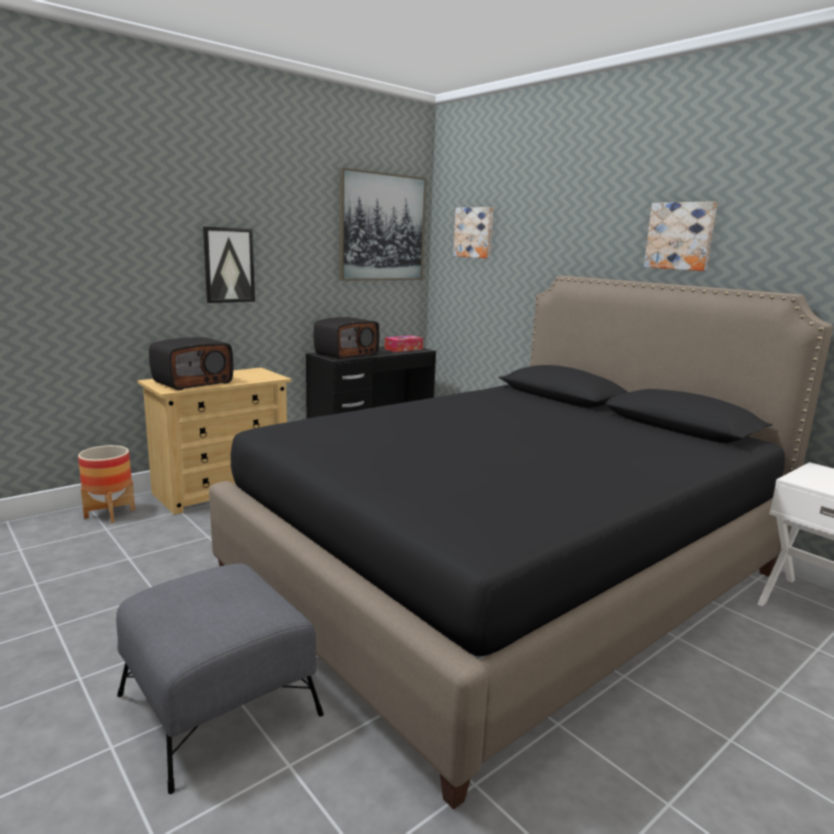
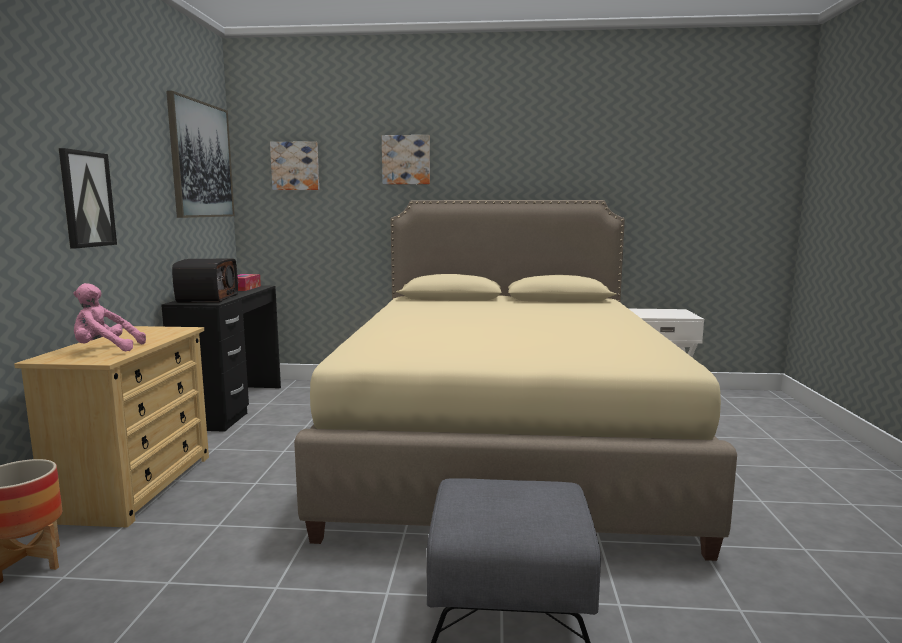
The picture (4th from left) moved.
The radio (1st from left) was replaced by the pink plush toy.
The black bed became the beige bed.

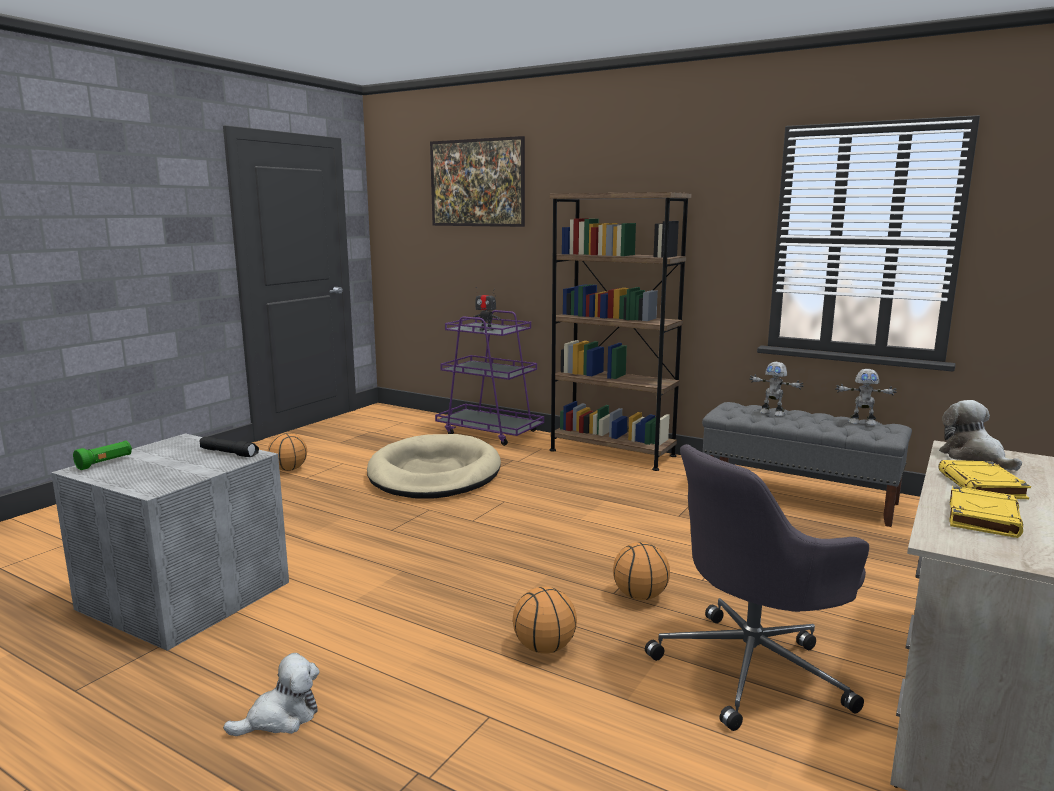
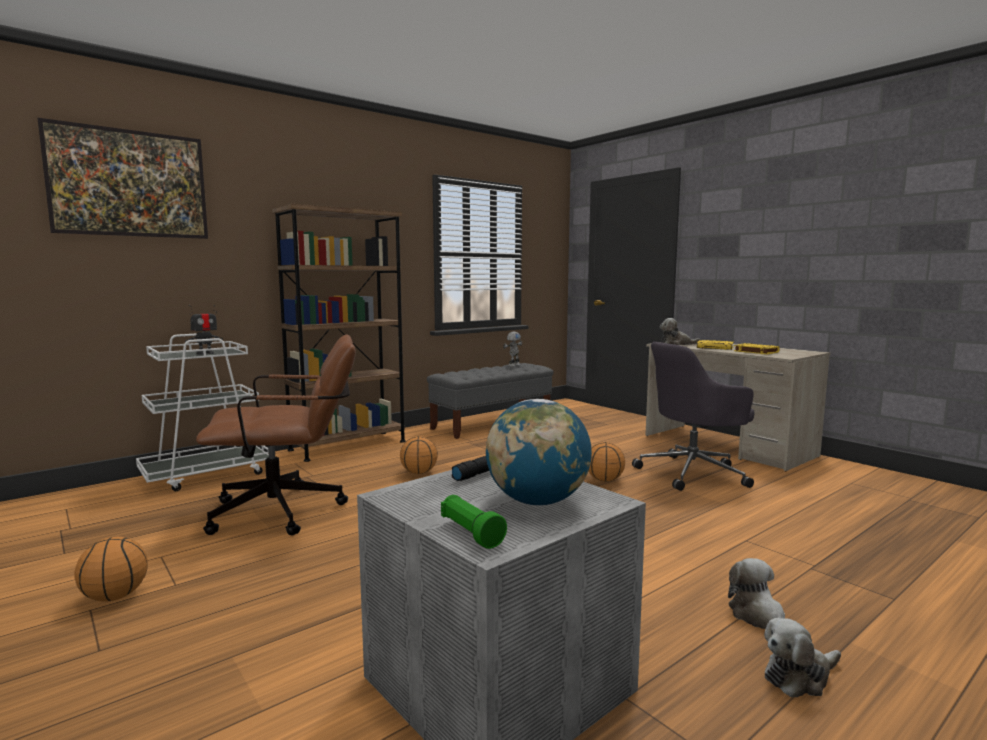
The toy robot (2nd from left) disappeared.
The globe appeared.
The plush toy (3rd from left) appeared.
The basketball (2nd from left) moved.
The beige dog bed was replaced by the brown office chair.
The purple cart became the white cart.
The grey office chair turned 75 degrees clockwise.

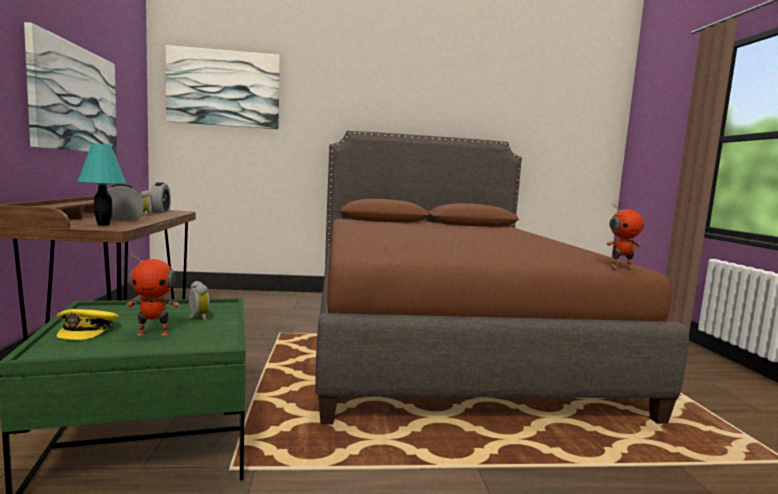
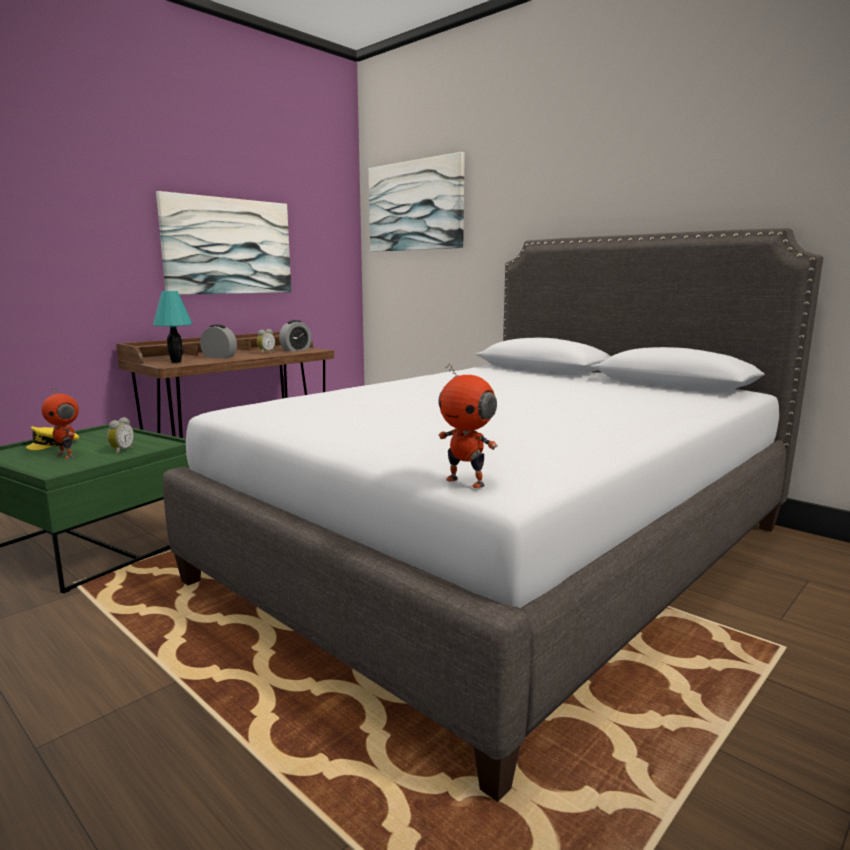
The brown bed became the grey bed.

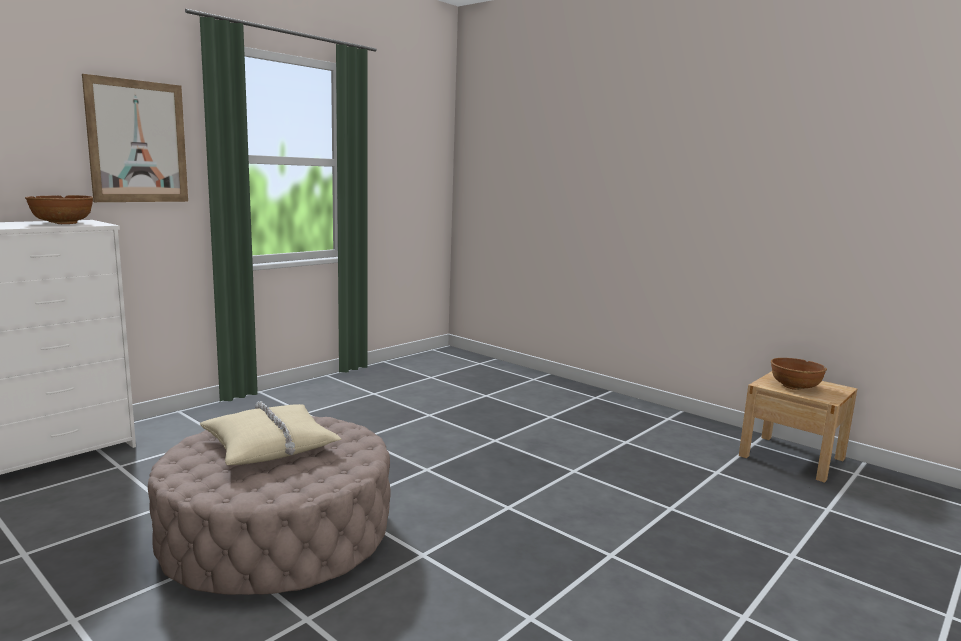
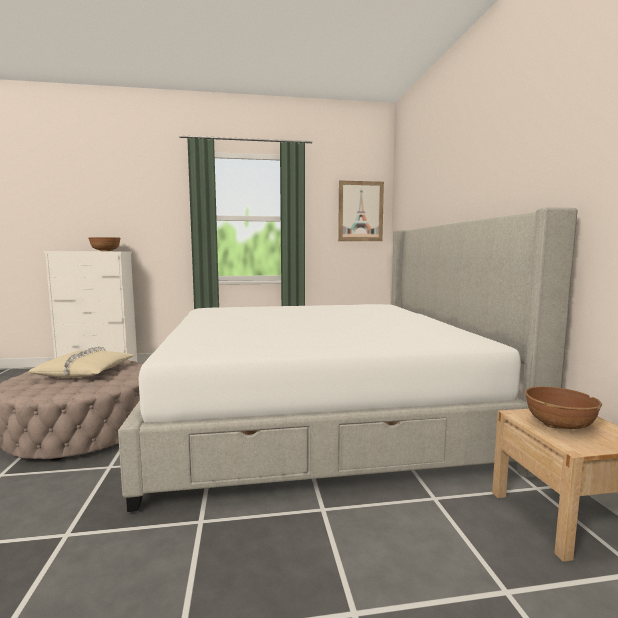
The bed appeared.
The picture moved.

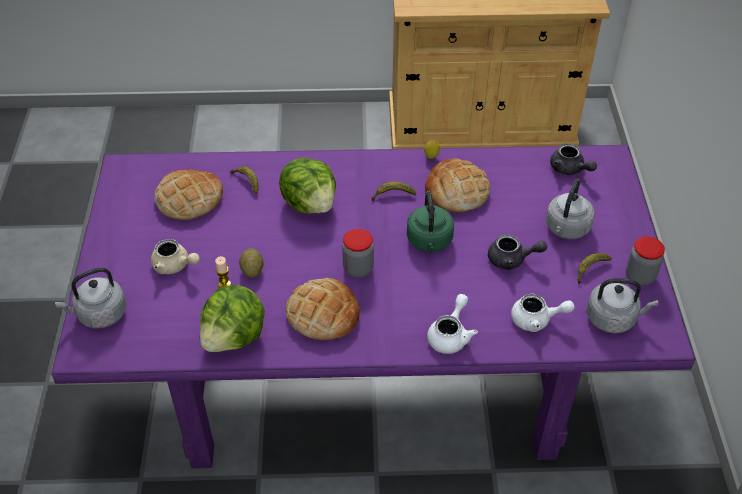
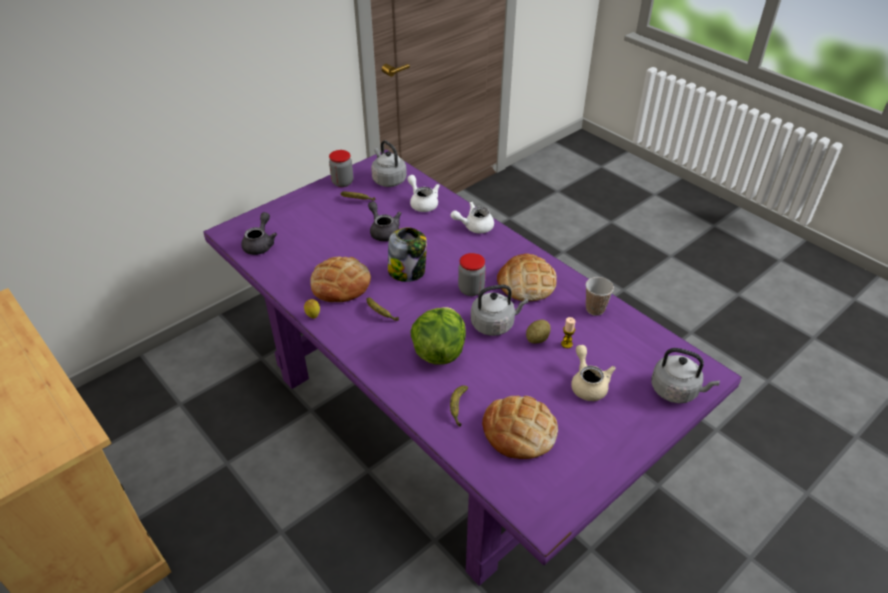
The grey kettle (2nd from left) moved.
The lettuce (1st from left) was replaced by the cup.
The green kettle was replaced by the jar (2nd from left).

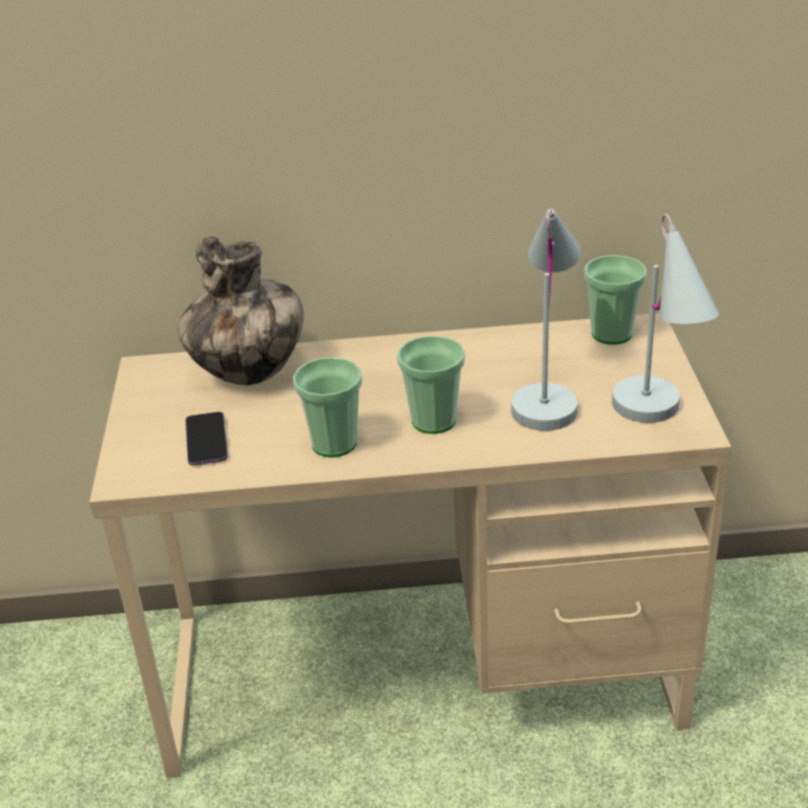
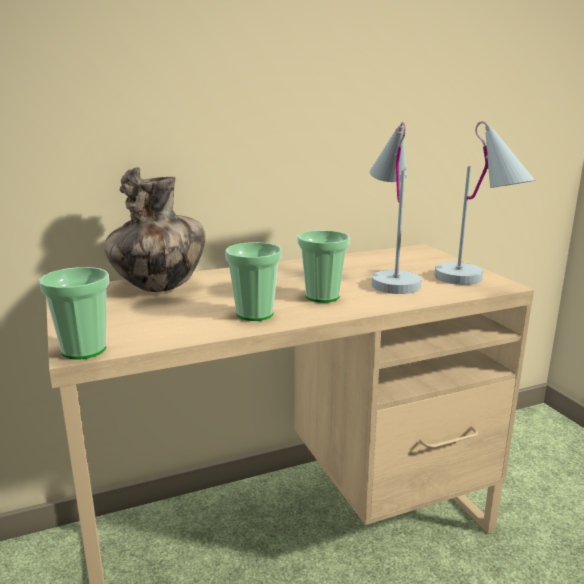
The phone disappeared.
The cup (3rd from left in the first image) moved.

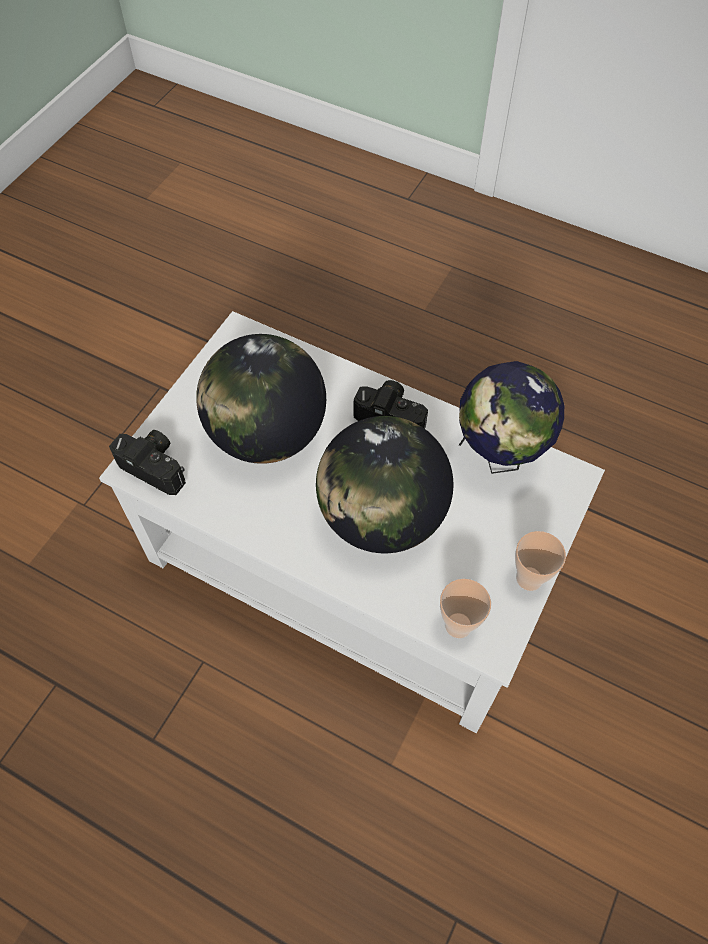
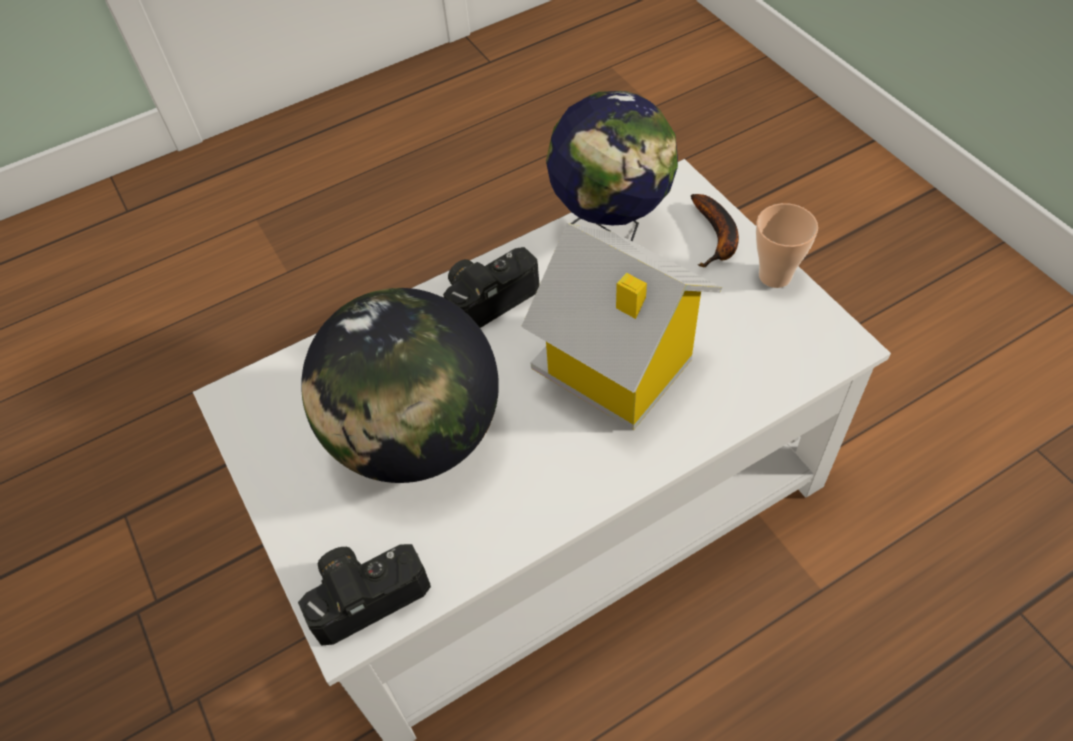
The cup (1st from left) disappeared.
The banana appeared.
The globe (2nd from left) was replaced by the toy house.

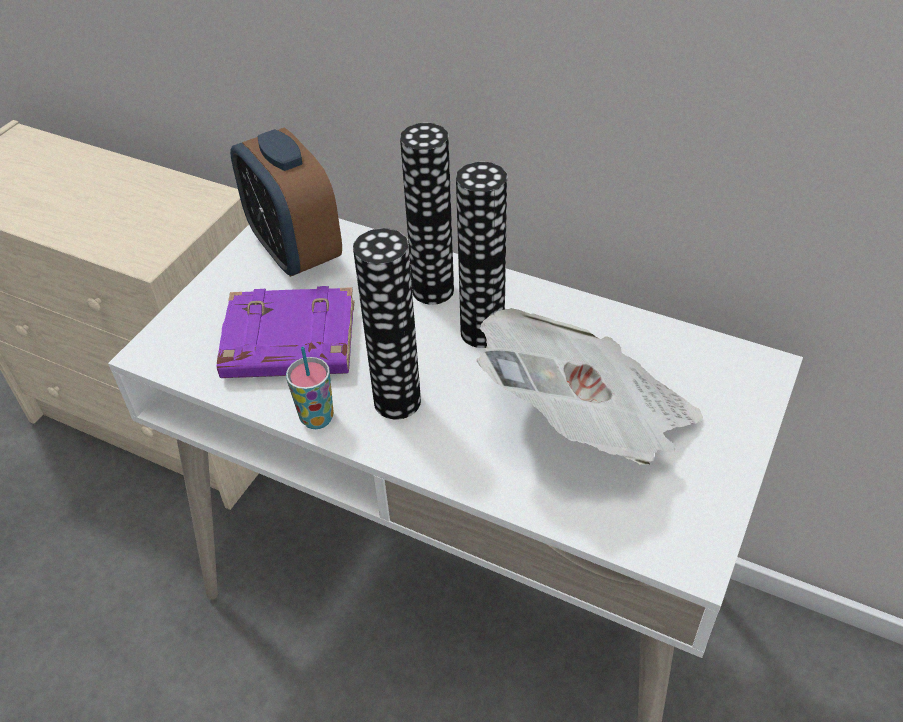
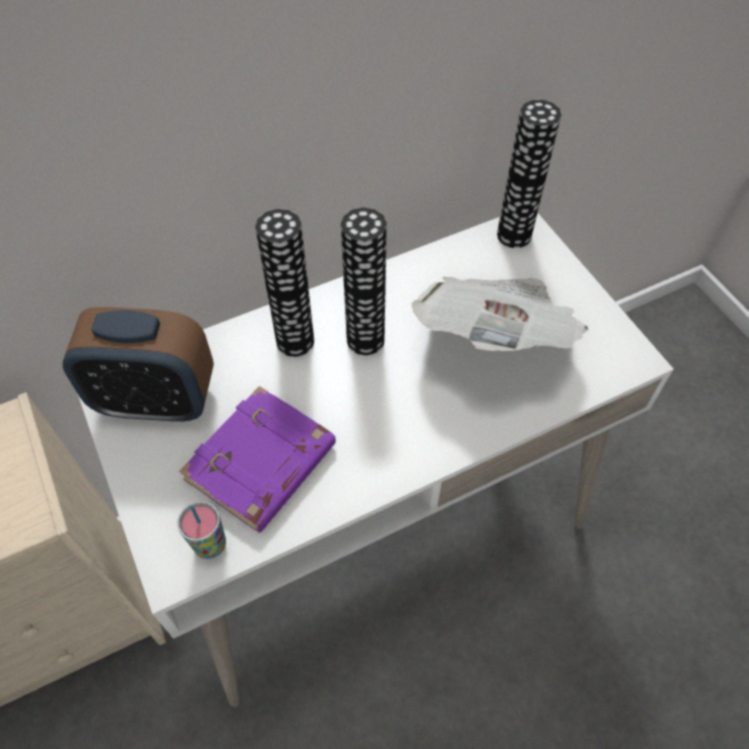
The cup moved.
The vase (1st from left in the first image) moved.

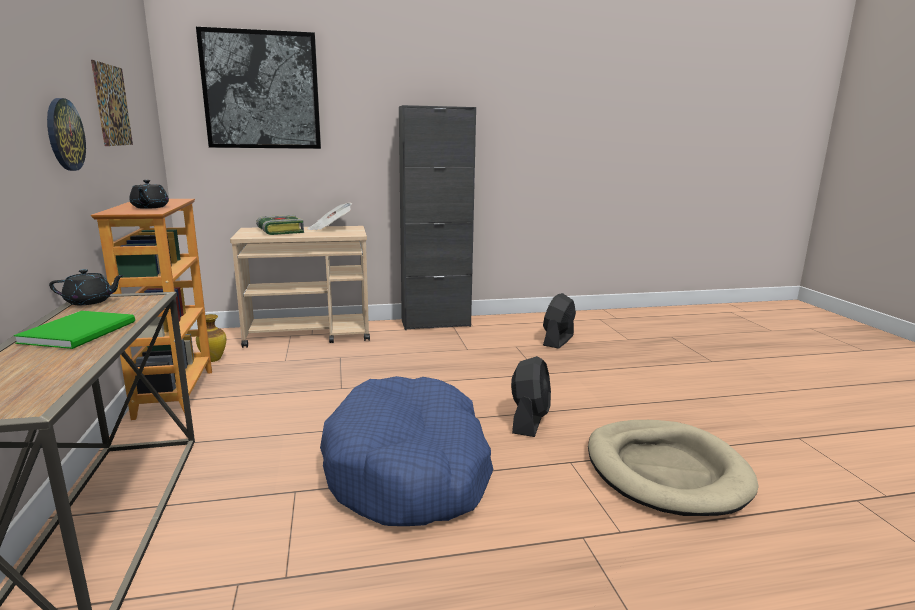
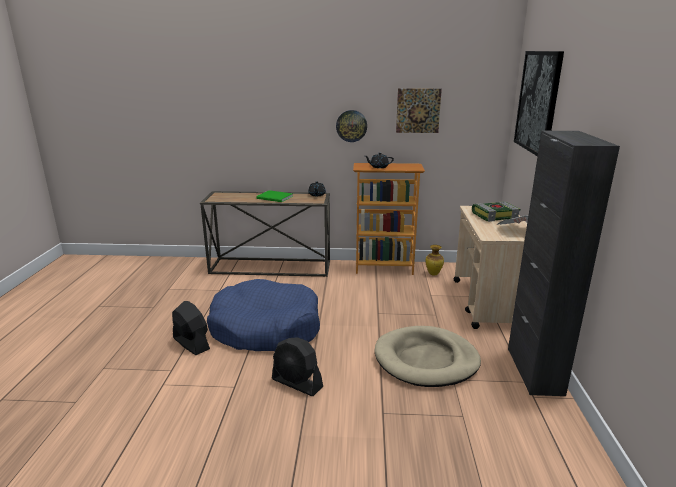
The black fan (2nd from left in the first image) moved.
The beige dog bed moved.

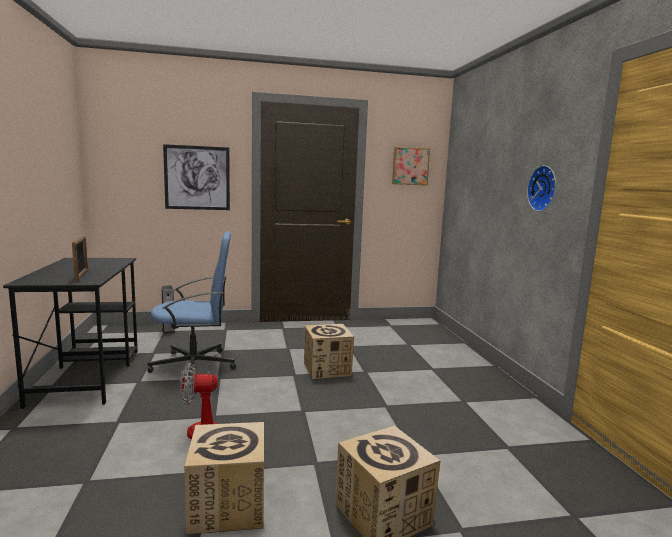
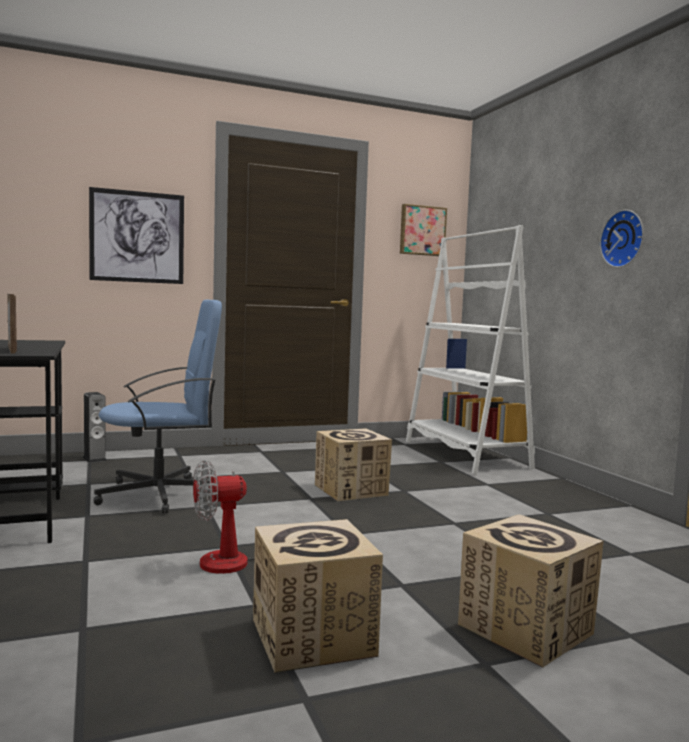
The white bookcase appeared.

